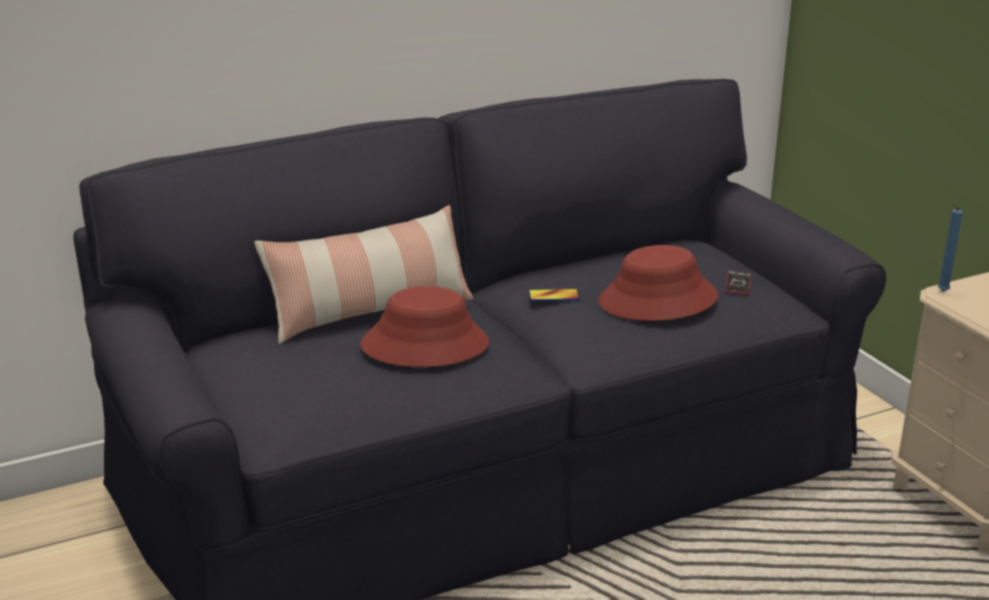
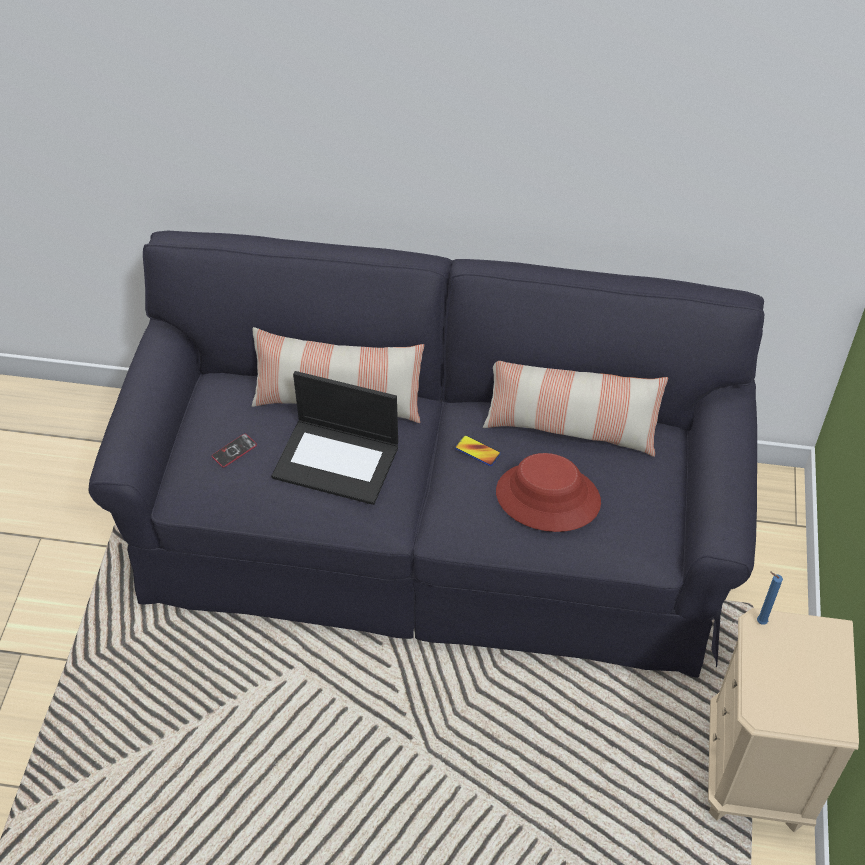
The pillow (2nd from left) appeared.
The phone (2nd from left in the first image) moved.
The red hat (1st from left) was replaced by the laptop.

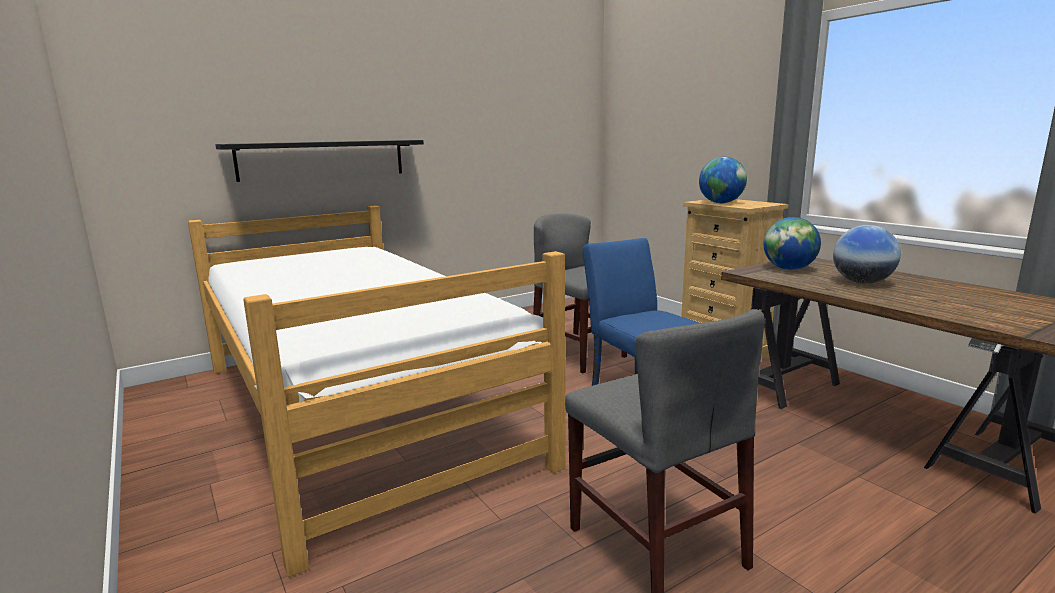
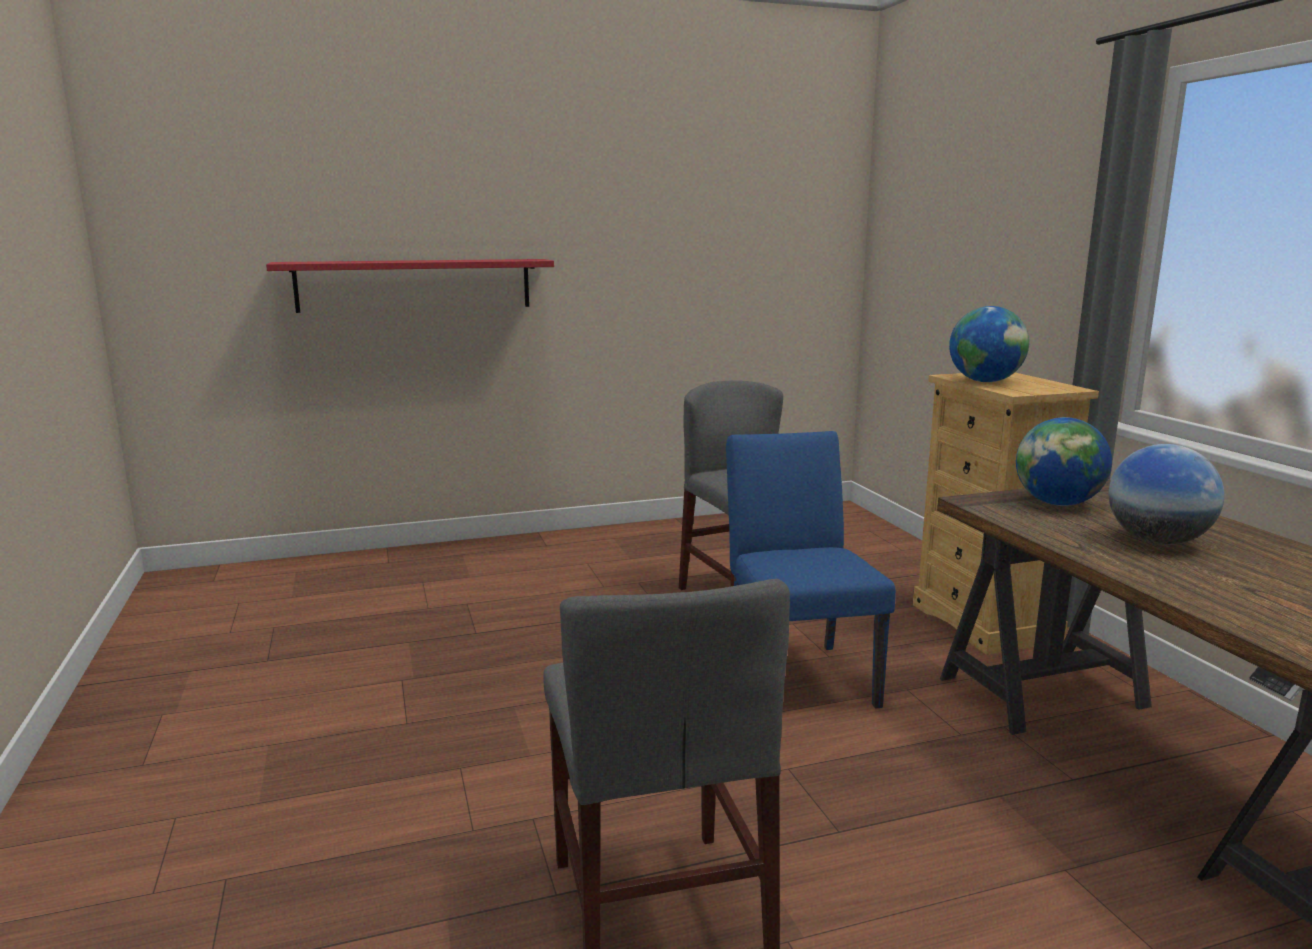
The bed disappeared.
The black shelf became the red shelf.

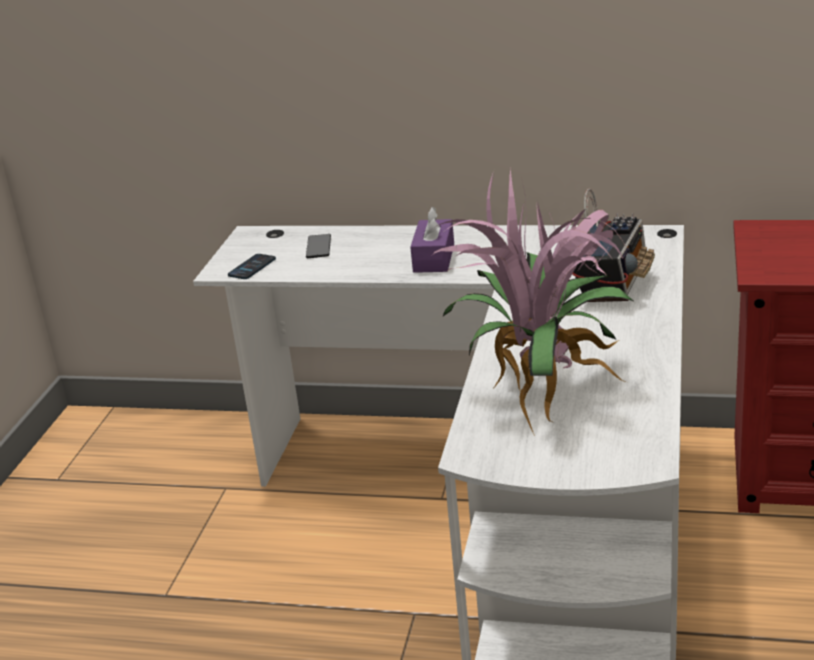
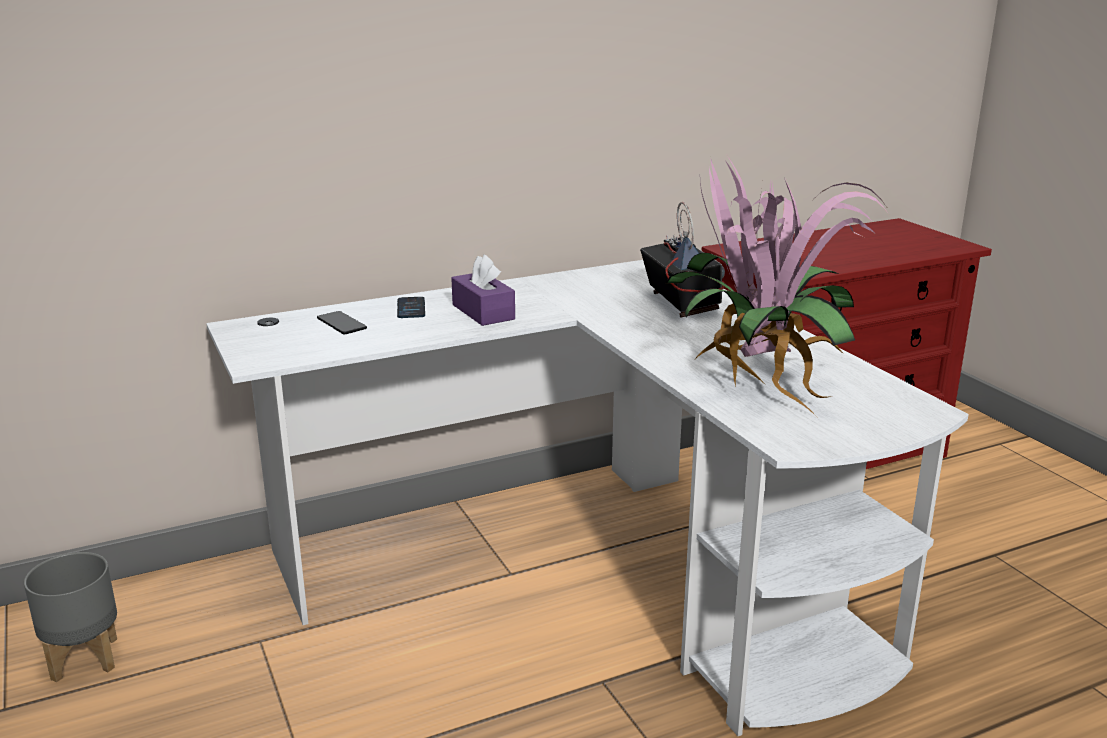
The grey planter appeared.
The phone (1st from left in the first image) moved.

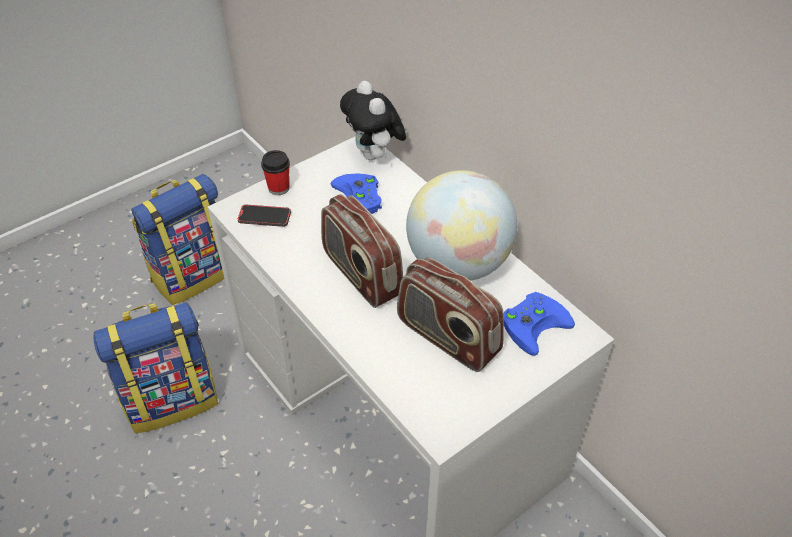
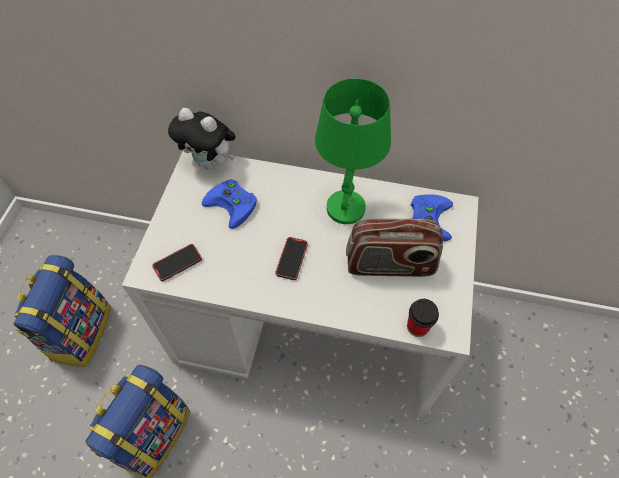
The cup moved.
The radio (1st from left) was replaced by the phone (2nd from left).
The globe was replaced by the green table lamp.

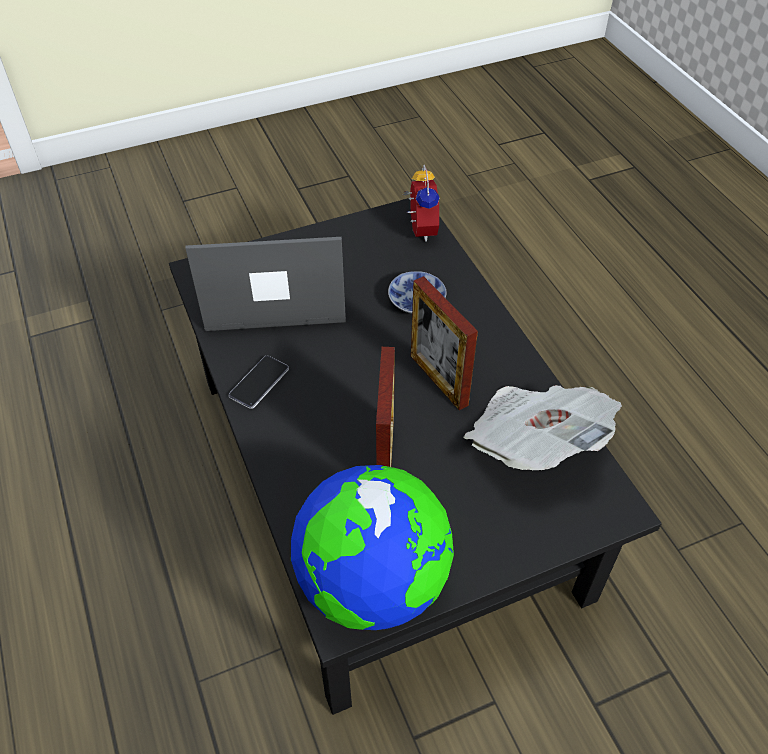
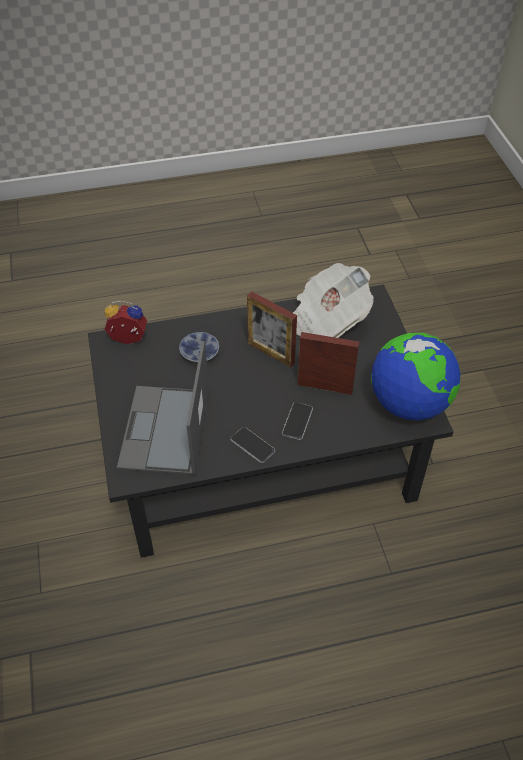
The phone (2nd from left) appeared.
The picture frame (2nd from left in the first image) turned 60 degrees clockwise.

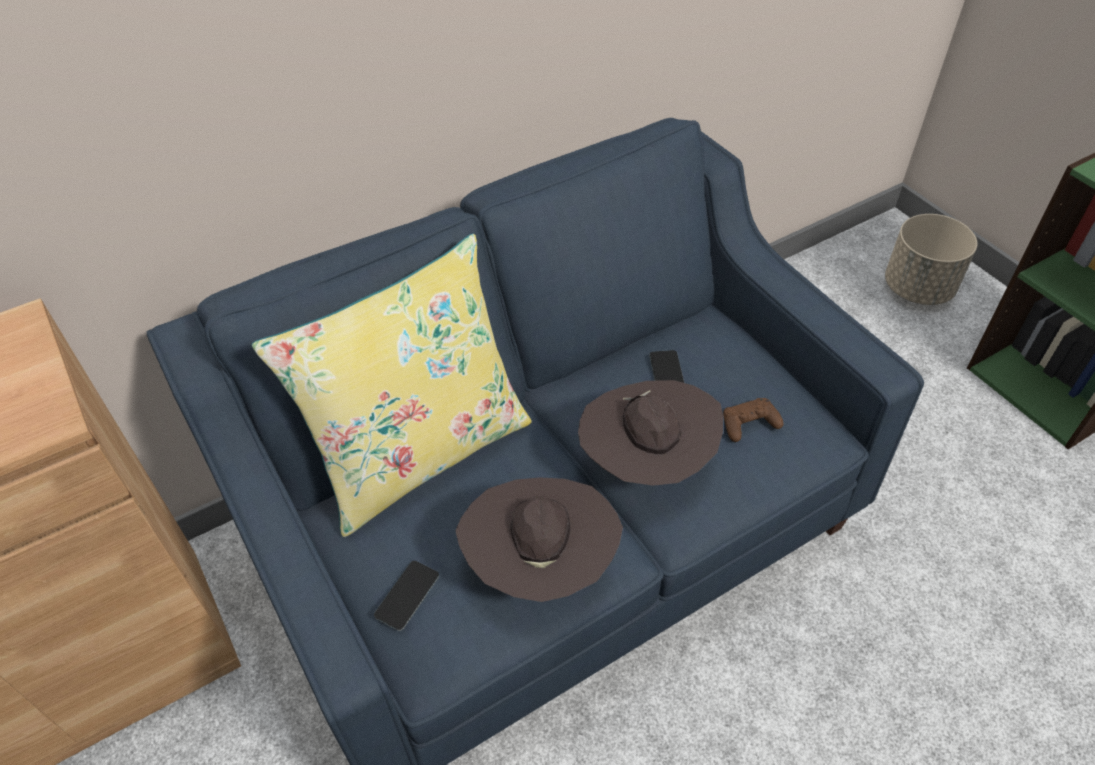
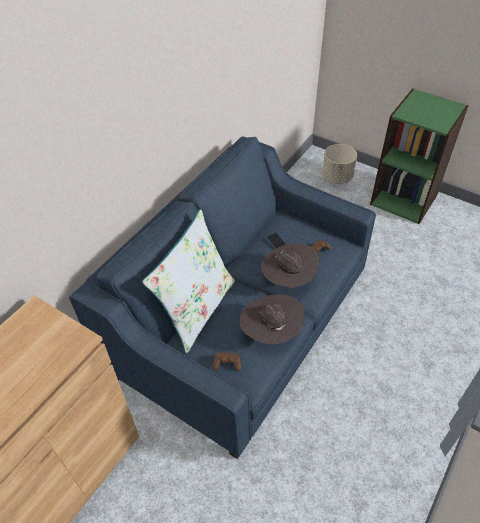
The phone (1st from left) was replaced by the brown game controller (1st from left).
The yellow pillow became the white pillow.

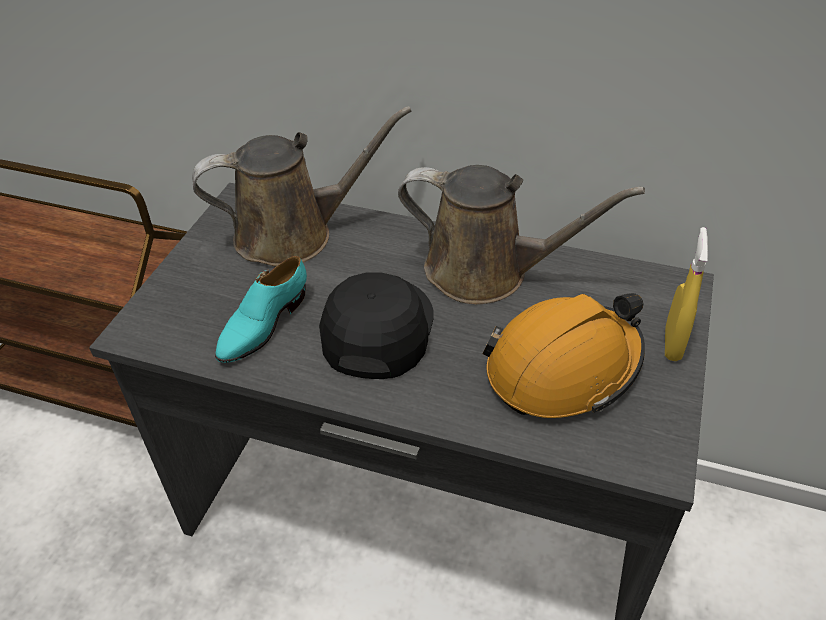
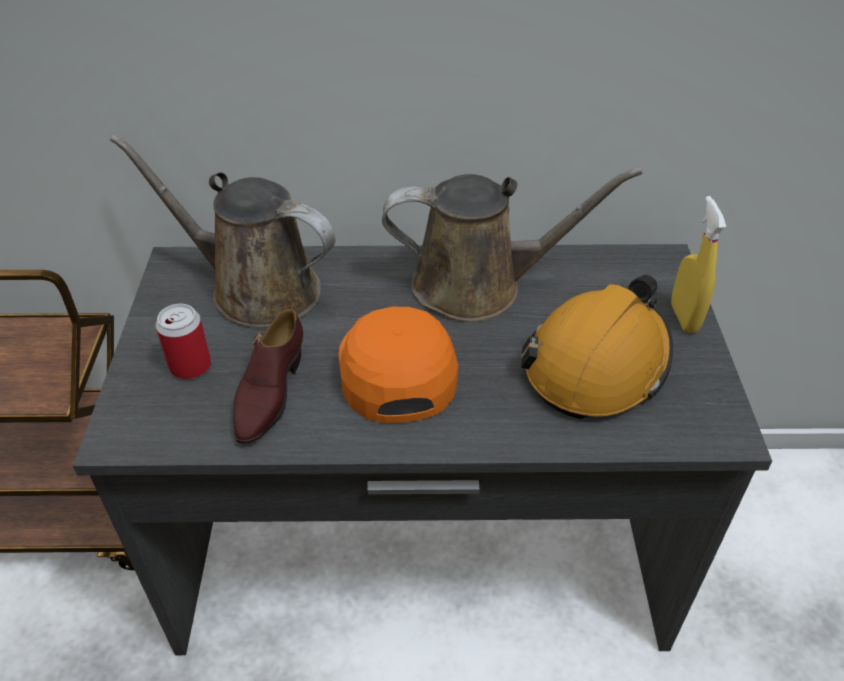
The can appeared.
The turquoise shoe became the brown shoe.
The black cap became the orange cap.
The brown watering can (1st from left) turned 120 degrees counterclockwise.

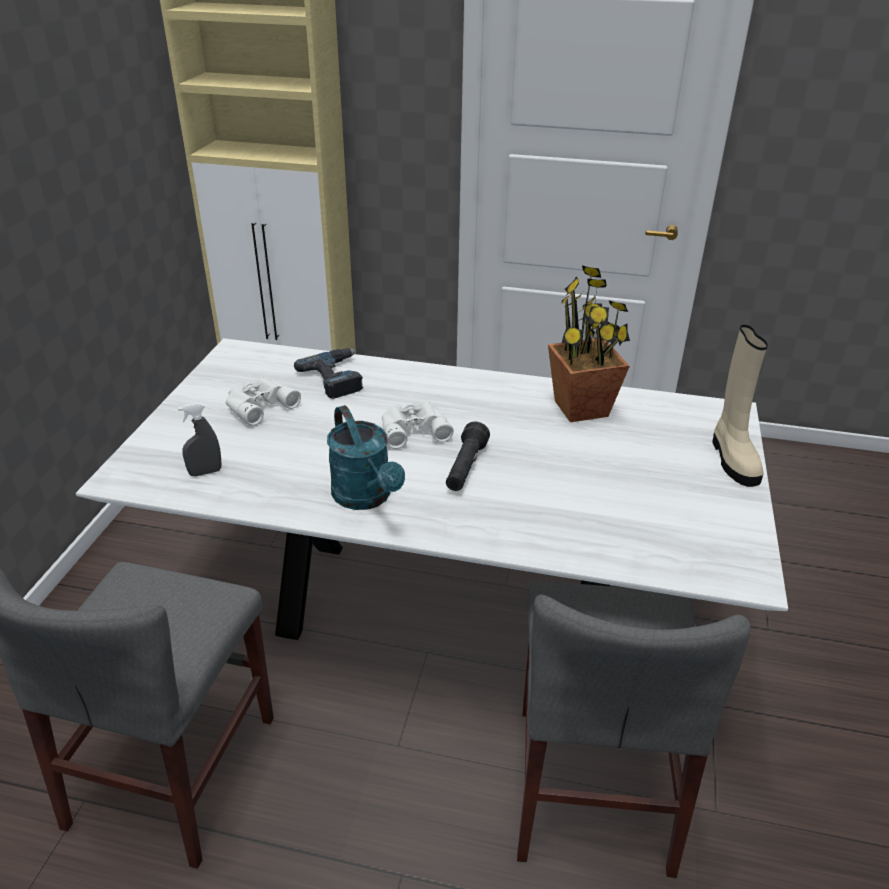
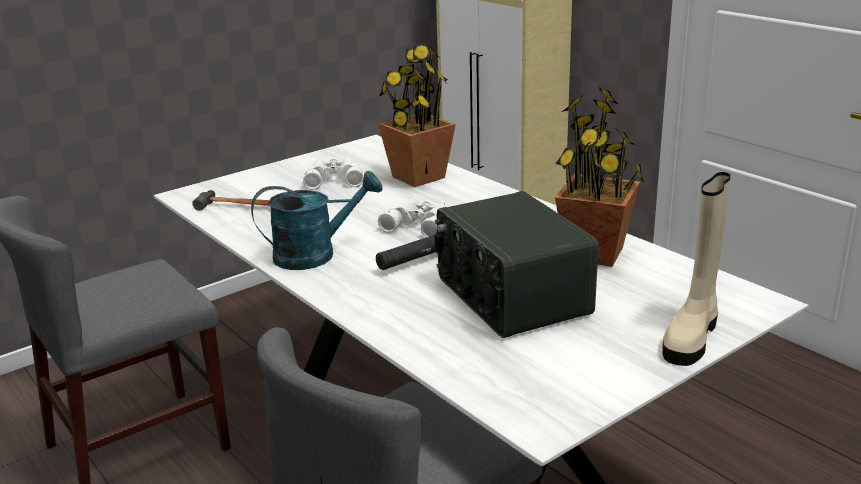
The radio appeared.
The grey spray bottle was replaced by the hammer.
The power drill was replaced by the potted plant (1st from left).
The turquoise watering can turned 120 degrees counterclockwise.

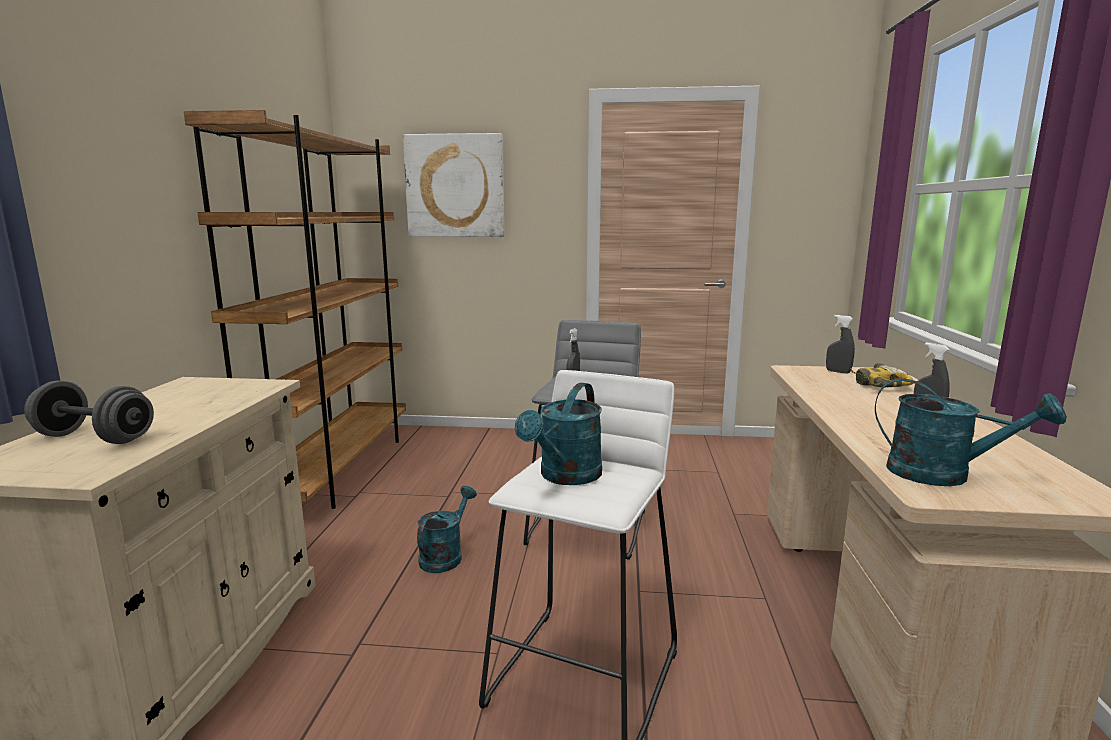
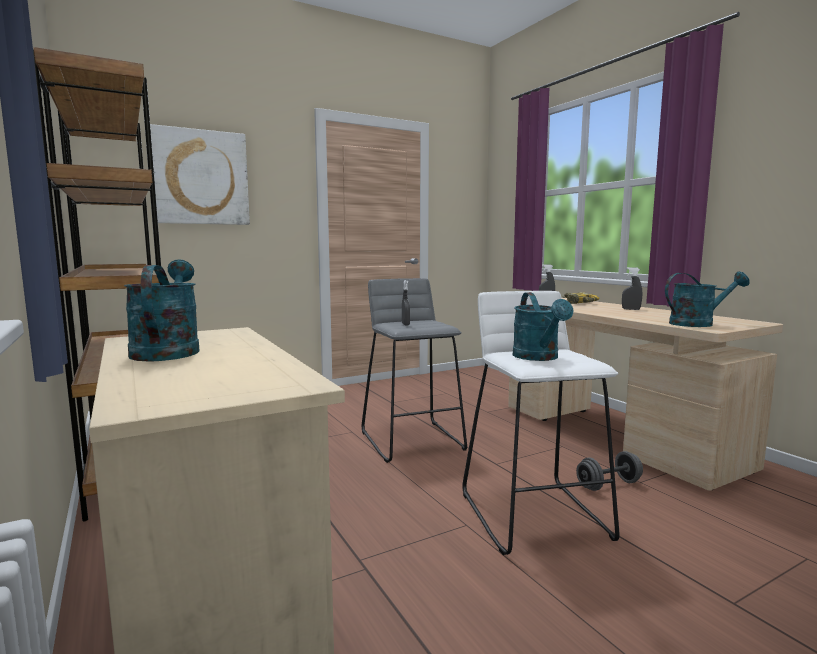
The grey dumbbell moved.
The turquoise watering can (1st from left) moved.

